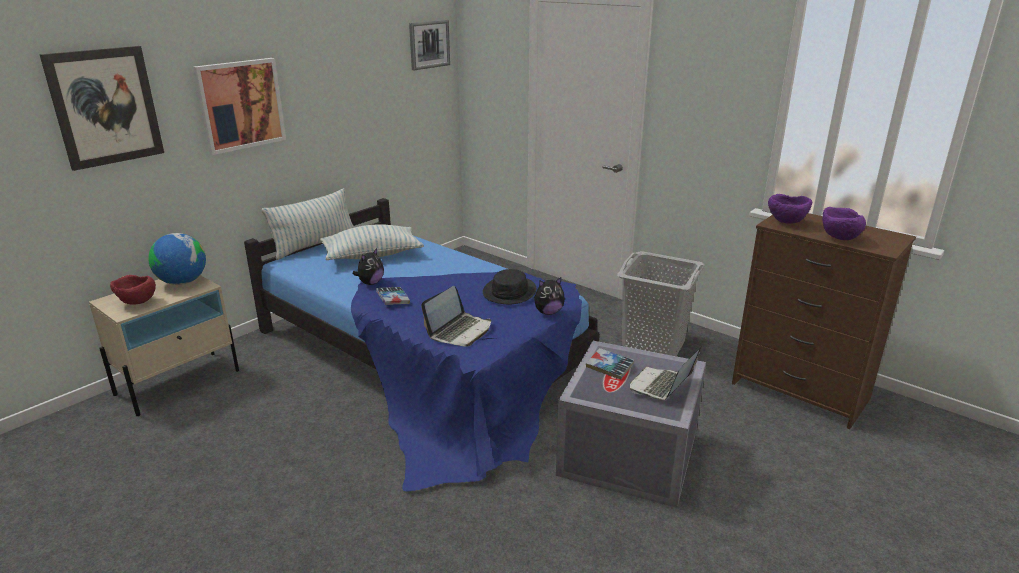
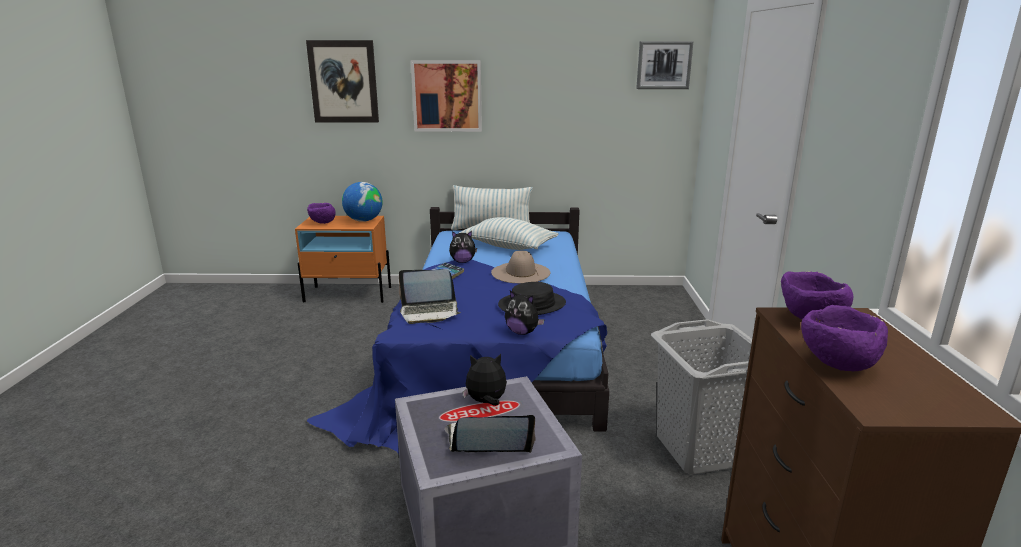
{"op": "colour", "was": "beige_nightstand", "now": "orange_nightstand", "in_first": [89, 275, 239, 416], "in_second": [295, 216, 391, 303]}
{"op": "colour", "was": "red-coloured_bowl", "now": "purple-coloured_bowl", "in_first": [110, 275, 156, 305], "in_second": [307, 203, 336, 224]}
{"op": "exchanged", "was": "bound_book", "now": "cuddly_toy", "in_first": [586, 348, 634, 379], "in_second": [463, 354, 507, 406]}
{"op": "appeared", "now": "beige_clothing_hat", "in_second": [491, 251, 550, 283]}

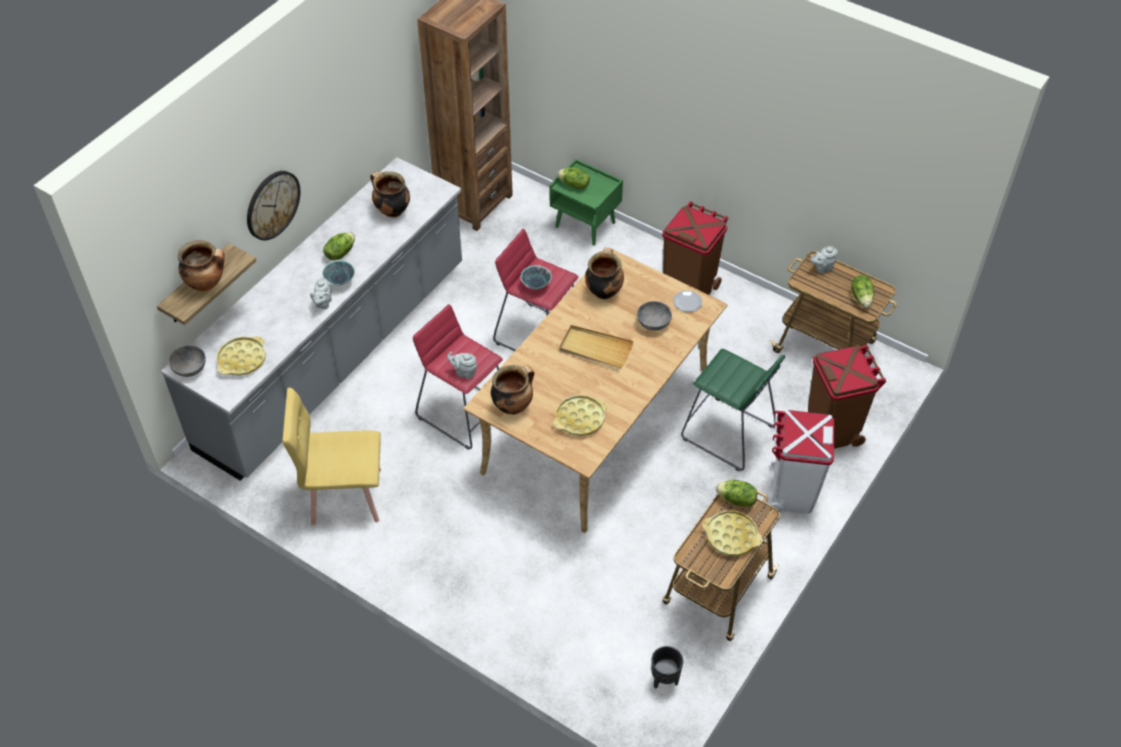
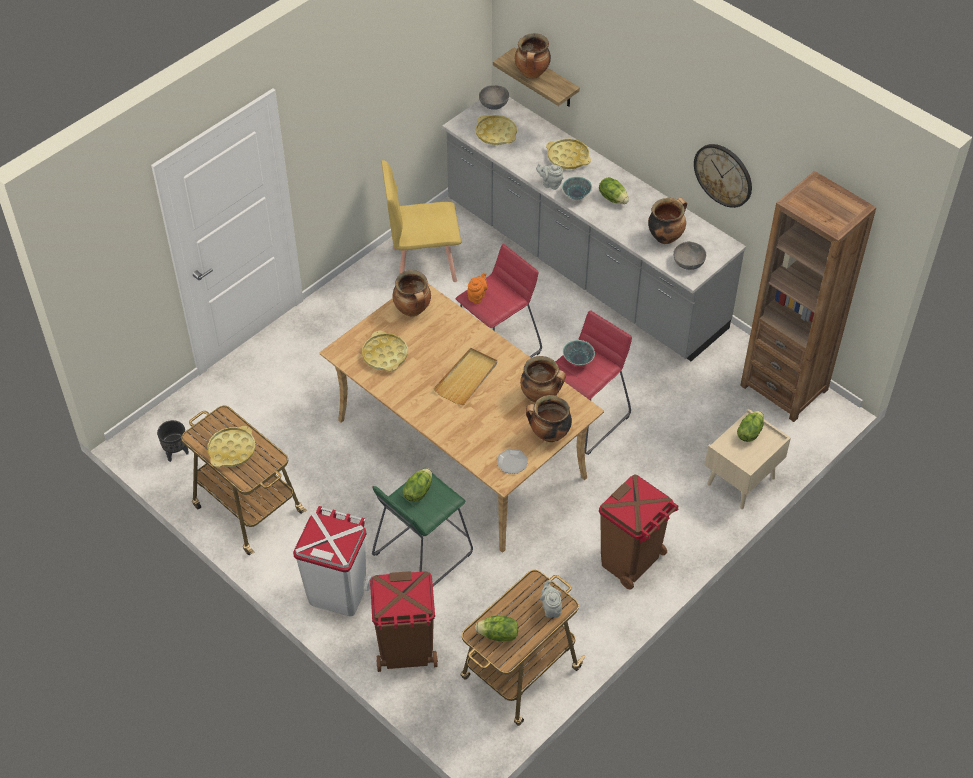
{"op": "colour", "was": "green-coloured_nightstand", "now": "beige_nightstand", "in_first": [550, 159, 623, 246], "in_second": [705, 409, 791, 509]}
{"op": "relocated", "was": "clock_on_the_wall", "in_first": [247, 171, 300, 240], "in_second": [694, 144, 752, 208]}
{"op": "relocated", "was": "greyish_bowl", "in_first": [637, 301, 672, 331], "in_second": [673, 241, 706, 270]}
{"op": "colour", "was": "greyish_pot_for_tea", "now": "orange_pot_for_tea", "in_first": [447, 352, 477, 379], "in_second": [467, 272, 488, 304]}
{"op": "spun", "was": "yellow_chair", "in_first": [282, 388, 381, 525], "in_second": [381, 160, 461, 282], "clockwise": -105}
{"op": "relocated", "was": "lettuce_head", "in_first": [716, 480, 757, 507], "in_second": [403, 468, 432, 502]}
{"op": "appeared", "now": "yellow_tray", "in_second": [546, 139, 591, 169]}
{"op": "appeared", "now": "stockpot", "in_second": [526, 395, 572, 442]}

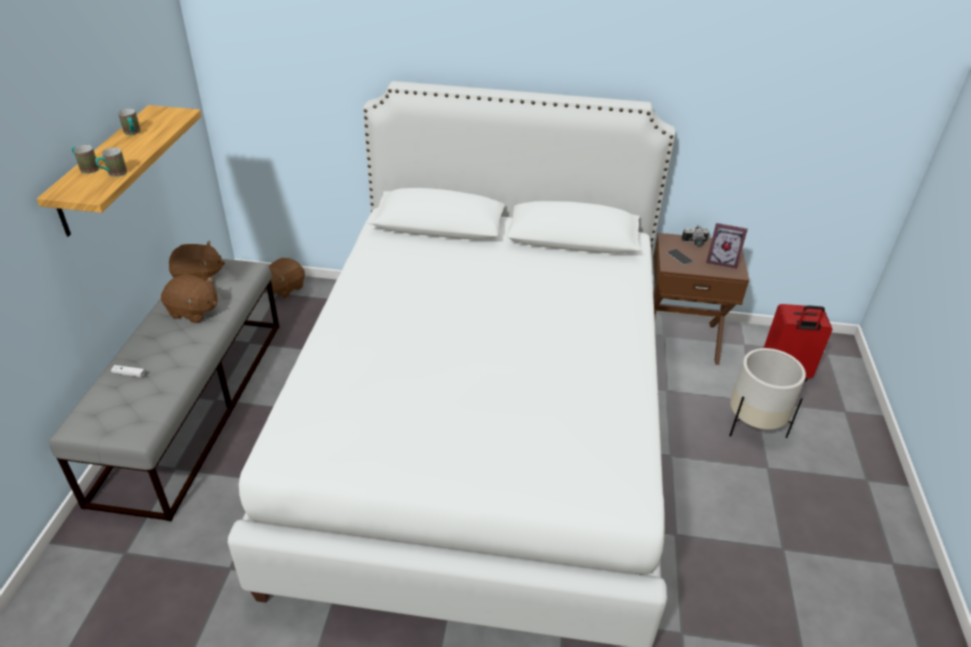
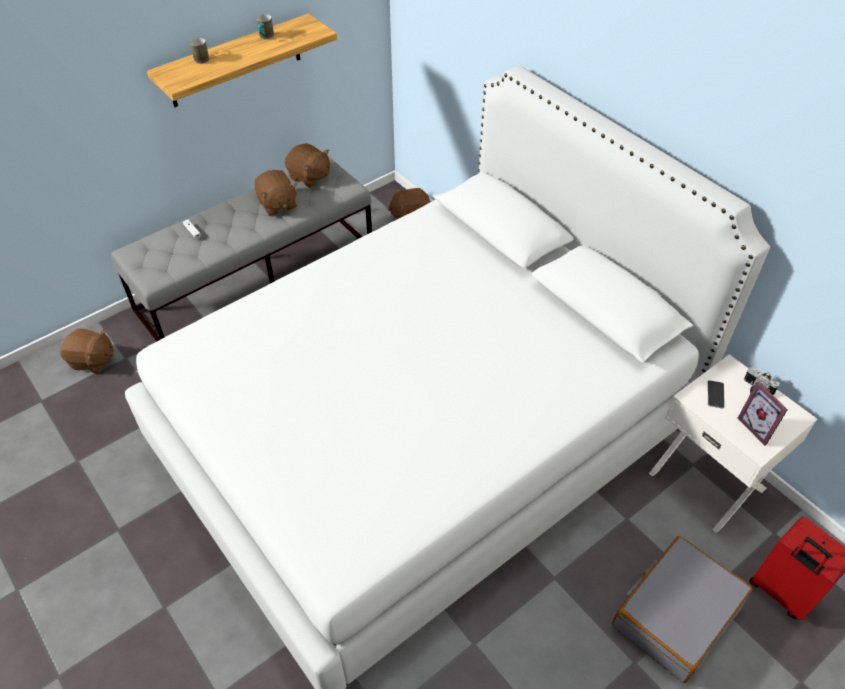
{"op": "missing", "was": "coffee_mug", "in_first": [95, 148, 127, 177]}
{"op": "colour", "was": "brown_nightstand", "now": "white-coloured_nightstand", "in_first": [653, 233, 749, 365], "in_second": [649, 354, 817, 533]}
{"op": "exchanged", "was": "white-coloured_plant_pot", "now": "greyish_travel_case", "in_first": [729, 348, 806, 438], "in_second": [612, 536, 752, 683]}
{"op": "appeared", "now": "brown_cuddly_toy", "in_second": [60, 328, 114, 373]}

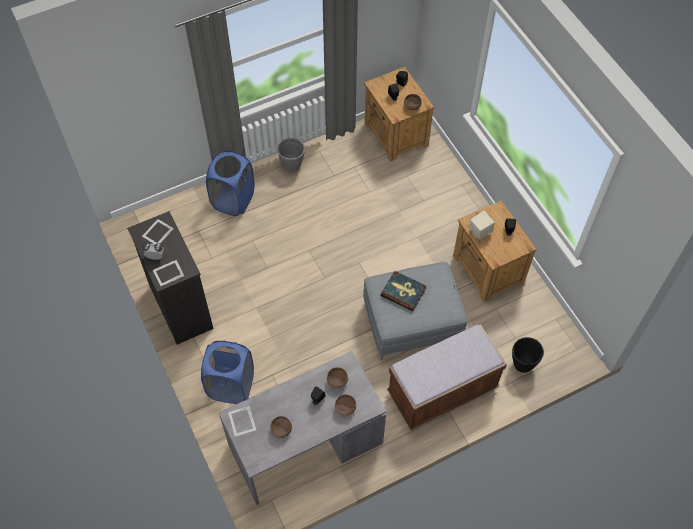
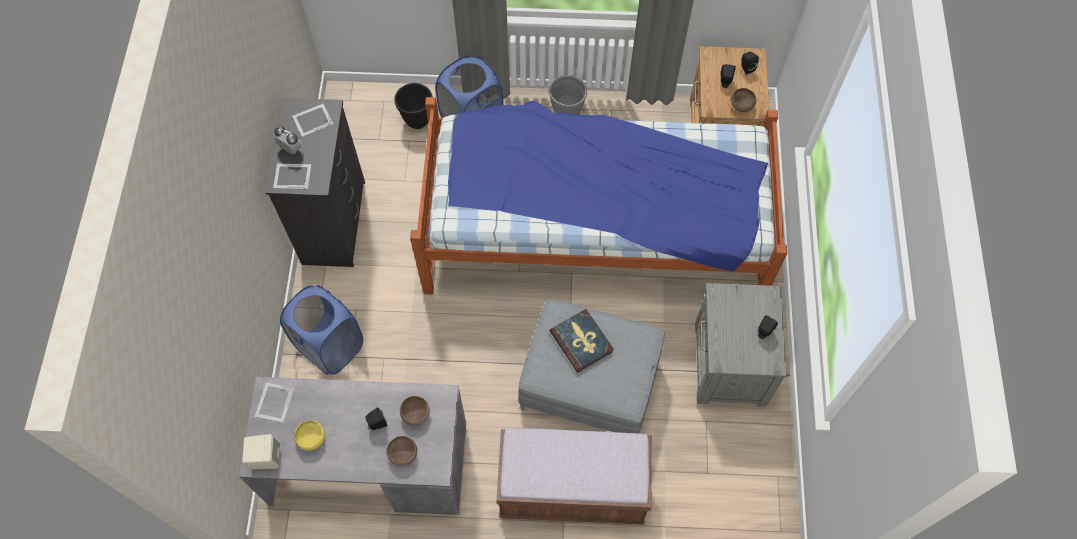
{"op": "colour", "was": "brown_nightstand", "now": "greyish_nightstand", "in_first": [453, 201, 537, 302], "in_second": [695, 283, 787, 407]}
{"op": "relocated", "was": "beige_speaker", "in_first": [470, 211, 495, 239], "in_second": [242, 434, 280, 469]}
{"op": "relocated", "was": "black_plant_pot", "in_first": [512, 337, 544, 373], "in_second": [394, 83, 432, 129]}
{"op": "colour", "was": "brown_bowl", "now": "yellow_bowl", "in_first": [270, 416, 292, 438], "in_second": [294, 420, 325, 451]}
{"op": "appeared", "now": "bed", "in_second": [410, 97, 787, 295]}

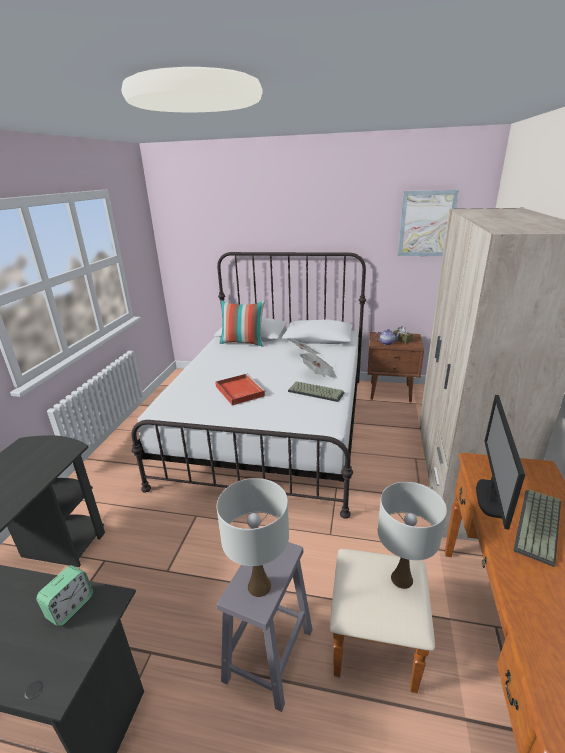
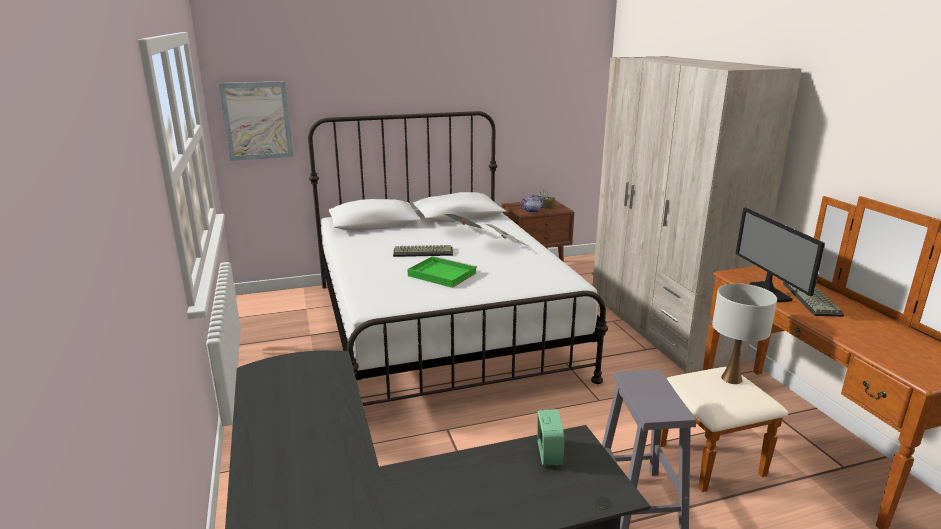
{"op": "relocated", "was": "wall_art", "in_first": [398, 190, 459, 256], "in_second": [219, 81, 293, 161]}
{"op": "missing", "was": "cushion", "in_first": [220, 300, 265, 346]}
{"op": "colour", "was": "red-coloured_tray", "now": "green-coloured_tray", "in_first": [215, 374, 266, 405], "in_second": [408, 256, 477, 288]}
{"op": "relocated", "was": "computer_keyboard", "in_first": [288, 381, 344, 402], "in_second": [393, 245, 453, 257]}
{"op": "missing", "was": "white-coloured_lamp_for_a_table", "in_first": [217, 478, 289, 597]}

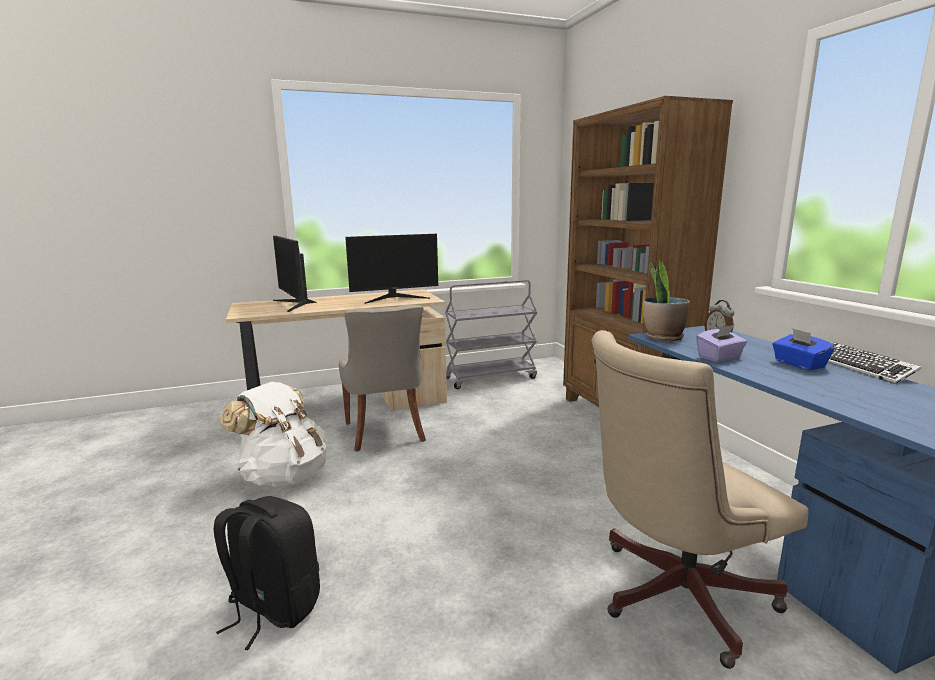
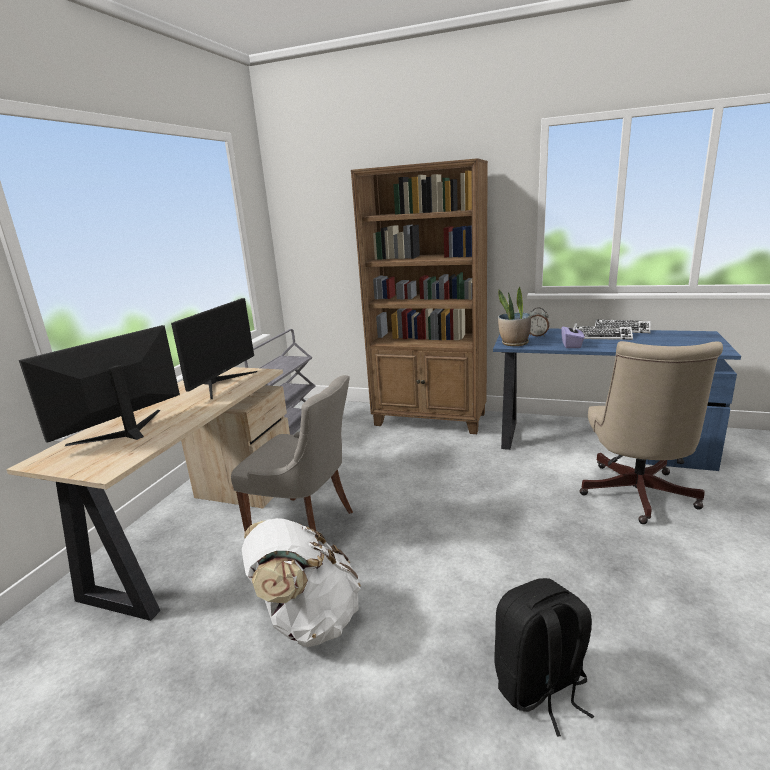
{"op": "spun", "was": "computer_screen", "in_first": [273, 236, 317, 312], "in_second": [19, 325, 180, 446], "clockwise": 120}
{"op": "exchanged", "was": "blue-coloured_tissue_holder", "now": "computer_keyboard", "in_first": [772, 328, 835, 370], "in_second": [576, 326, 633, 340]}

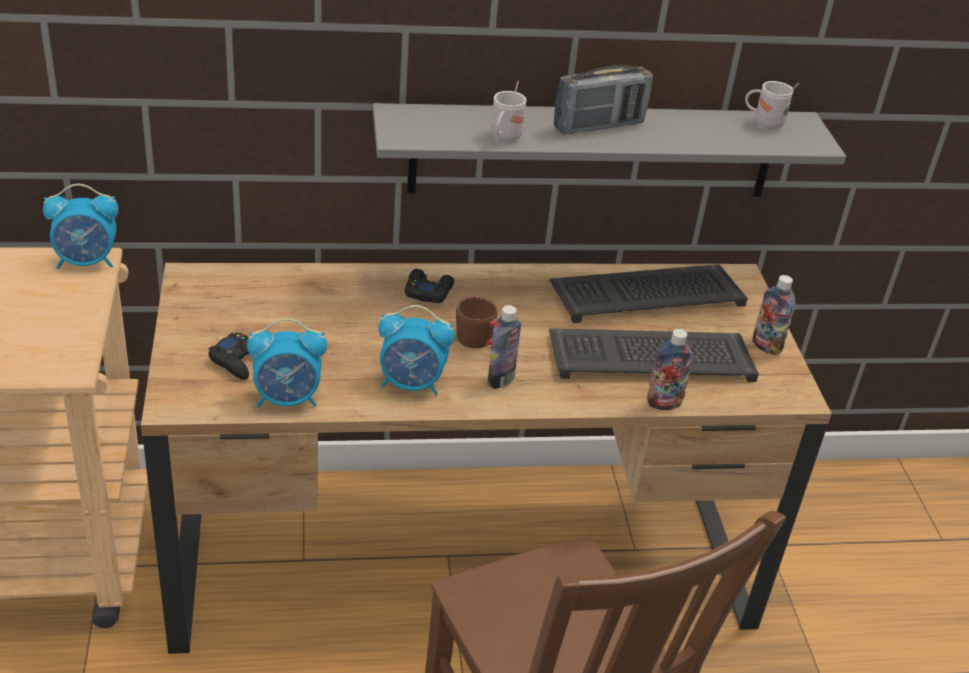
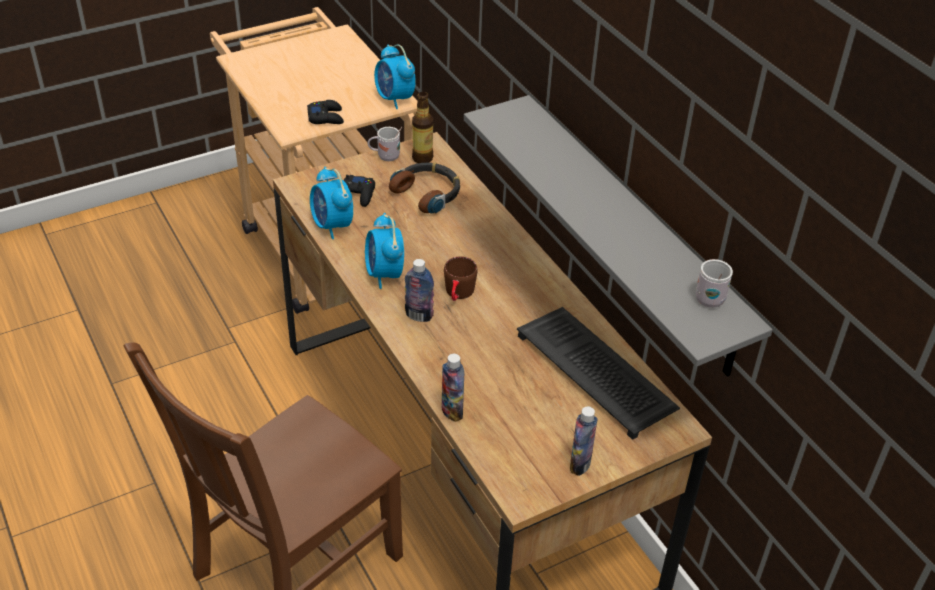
{"op": "missing", "was": "radio_receiver", "in_first": [554, 65, 653, 134]}
{"op": "relocated", "was": "white-coloured_coffee_mug", "in_first": [491, 81, 526, 141], "in_second": [368, 127, 402, 161]}
{"op": "relocated", "was": "black_joypad", "in_first": [405, 269, 454, 303], "in_second": [307, 100, 344, 124]}
{"op": "missing", "was": "computer_keyboard", "in_first": [549, 328, 759, 382]}
{"op": "appeared", "now": "drink_bottle", "in_second": [412, 92, 433, 163]}
{"op": "appeared", "now": "pair_of_headphones", "in_second": [389, 162, 460, 214]}

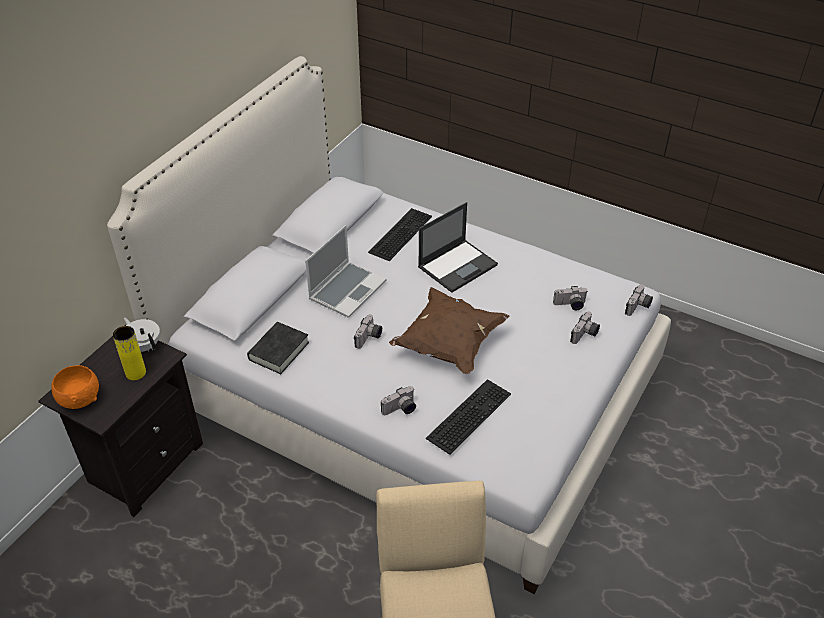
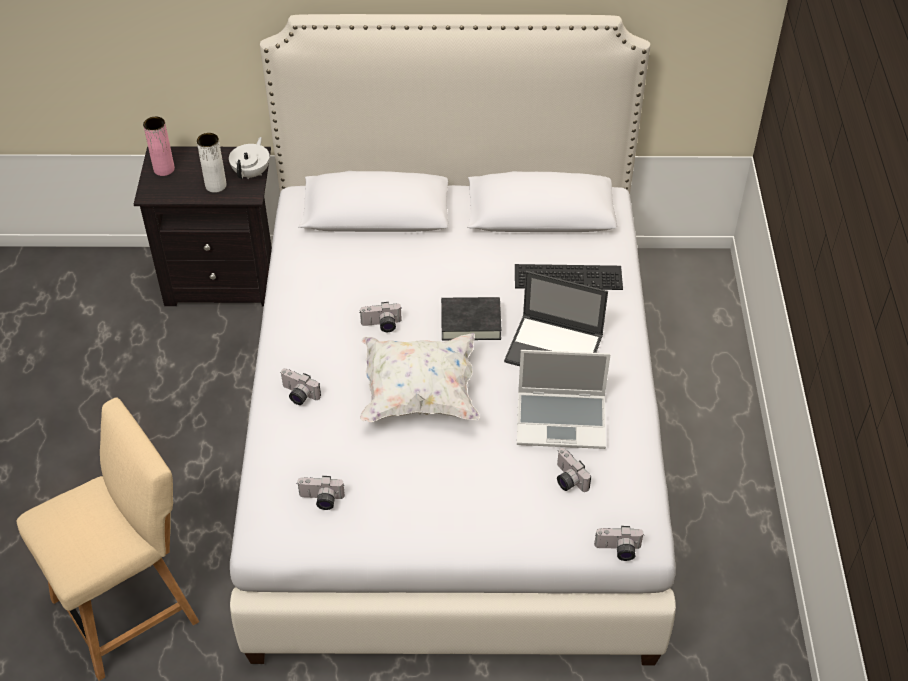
{"op": "relocated", "was": "notebook_computer", "in_first": [305, 225, 387, 318], "in_second": [517, 350, 611, 449]}
{"op": "colour", "was": "brown_cushion", "now": "white-coloured_cushion", "in_first": [389, 287, 509, 374], "in_second": [360, 333, 480, 422]}
{"op": "relocated", "was": "still_camera", "in_first": [570, 312, 600, 344], "in_second": [297, 476, 345, 510]}
{"op": "relocated", "was": "black_bound_book", "in_first": [247, 322, 309, 374], "in_second": [441, 297, 502, 340]}
{"op": "colour", "was": "yellow_flower_vase", "now": "white-coloured_flower_vase", "in_first": [113, 326, 146, 380], "in_second": [197, 133, 227, 193]}
{"op": "exchanged", "was": "orange_bowl", "now": "pink-coloured_flower_vase", "in_first": [51, 365, 99, 409], "in_second": [143, 117, 175, 176]}
{"op": "missing", "was": "computer_keyboard", "in_first": [426, 379, 511, 455]}

